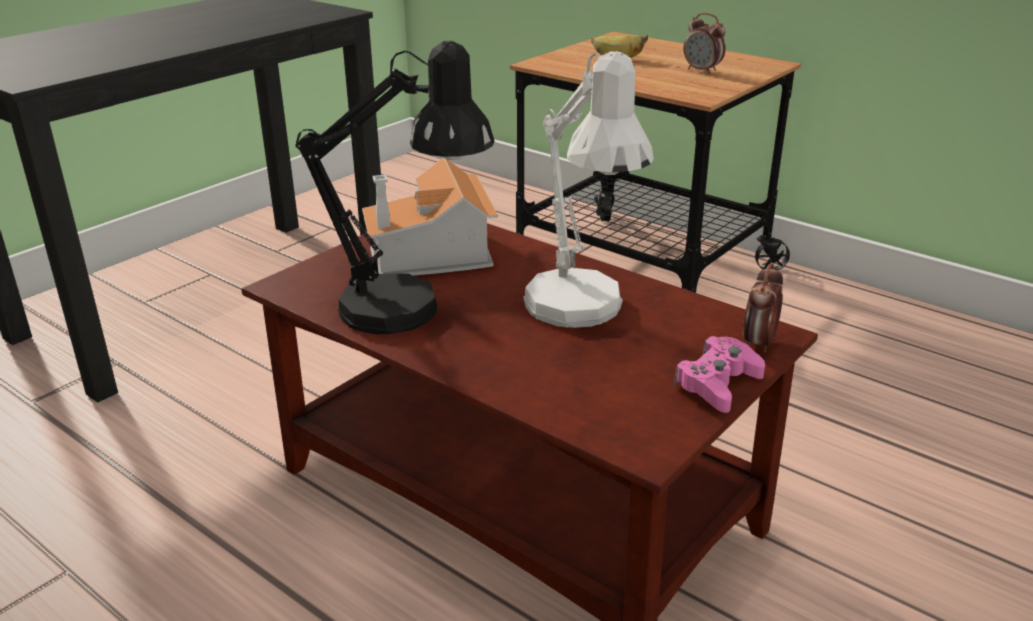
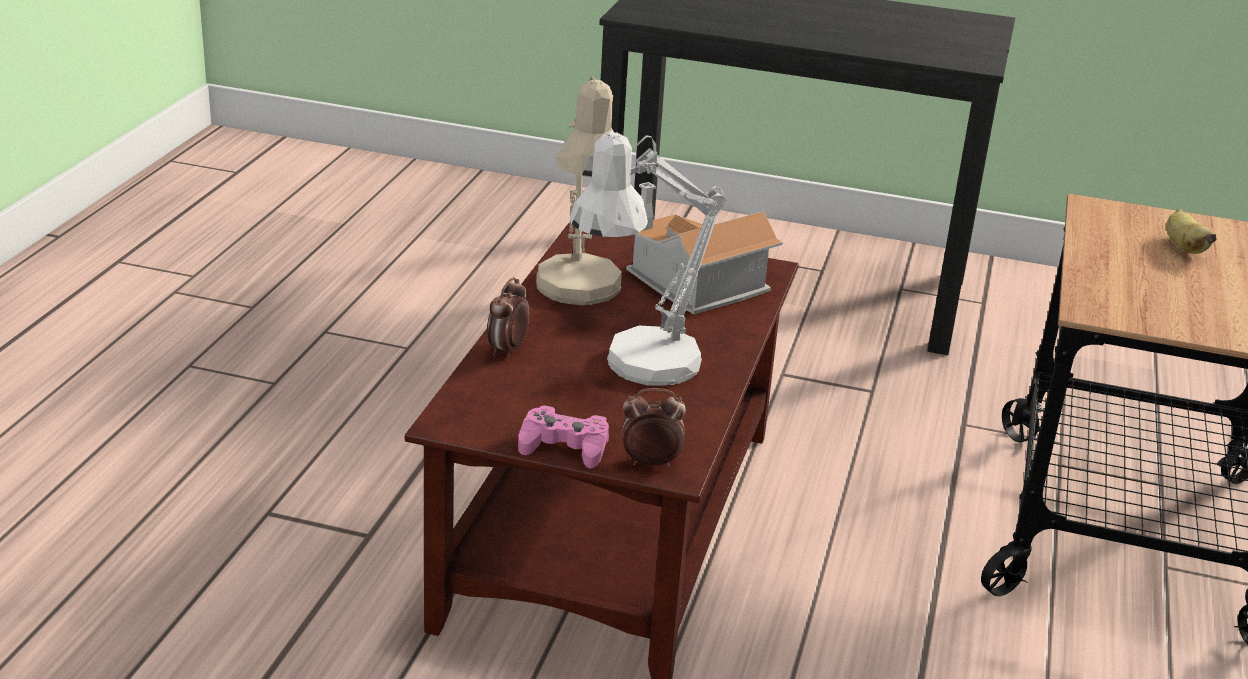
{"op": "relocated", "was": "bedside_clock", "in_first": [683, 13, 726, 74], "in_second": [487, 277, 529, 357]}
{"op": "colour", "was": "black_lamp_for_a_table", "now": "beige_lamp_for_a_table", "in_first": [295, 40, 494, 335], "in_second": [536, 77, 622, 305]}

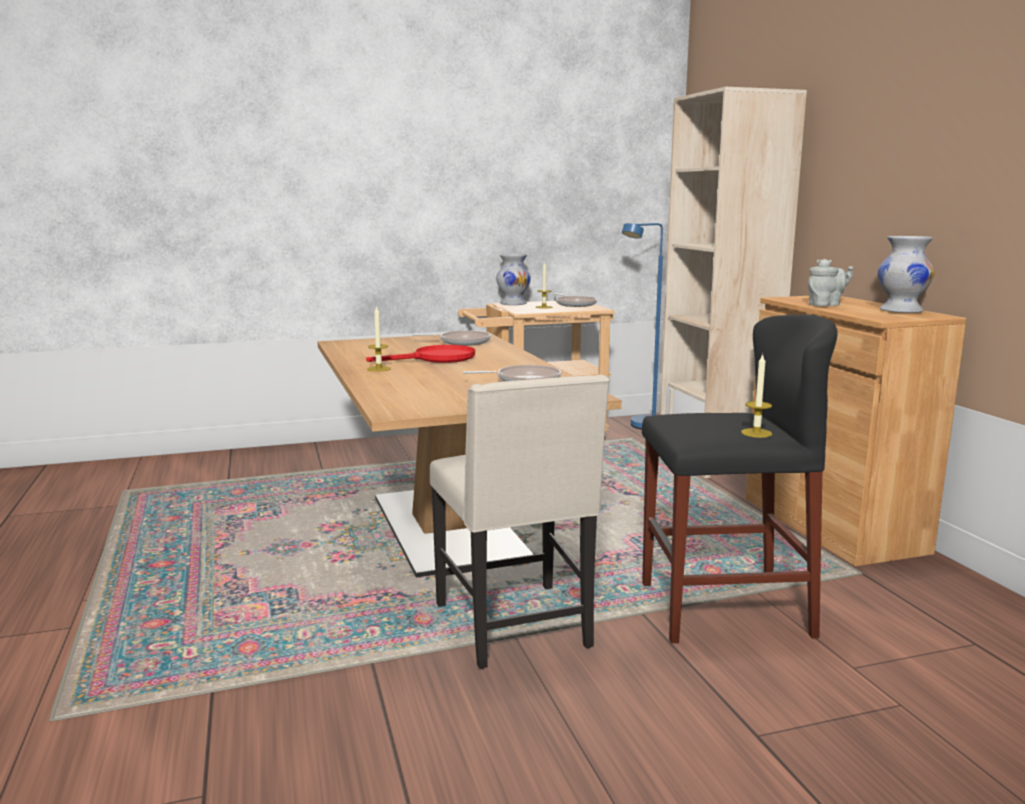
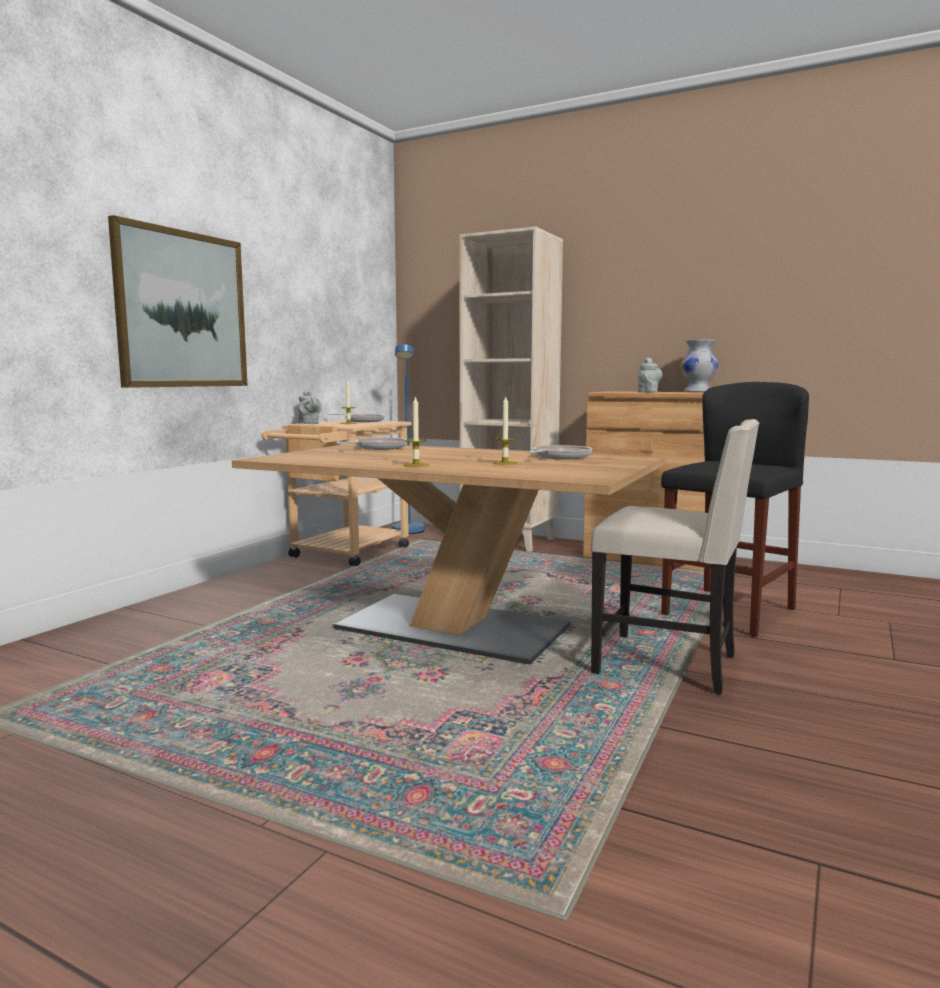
{"op": "exchanged", "was": "white-coloured_flower_vase", "now": "greyish_pot_for_tea", "in_first": [496, 254, 531, 305], "in_second": [298, 390, 322, 424]}
{"op": "missing", "was": "red-coloured_pan", "in_first": [366, 345, 475, 363]}
{"op": "relocated", "was": "wax_light", "in_first": [741, 354, 772, 438], "in_second": [493, 396, 518, 465]}
{"op": "appeared", "now": "wall_art", "in_second": [108, 215, 247, 388]}

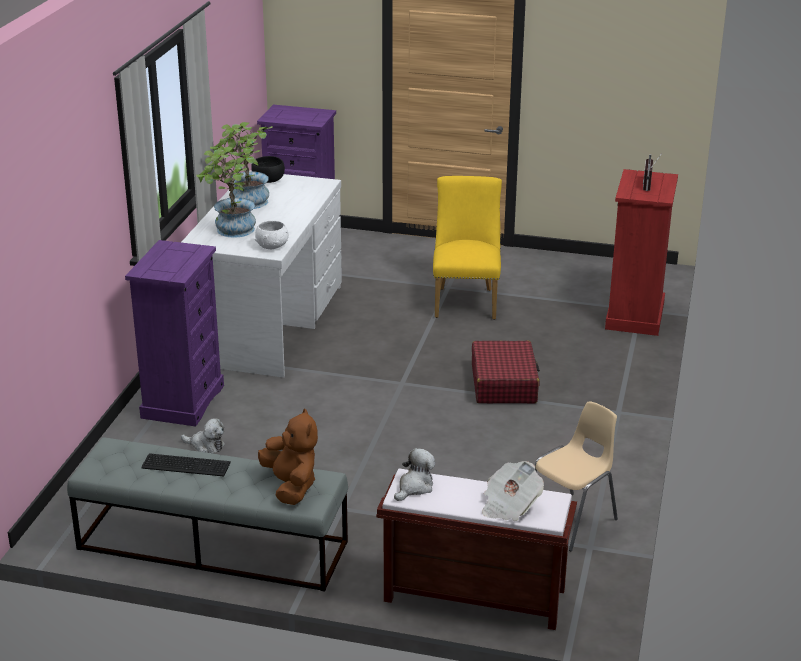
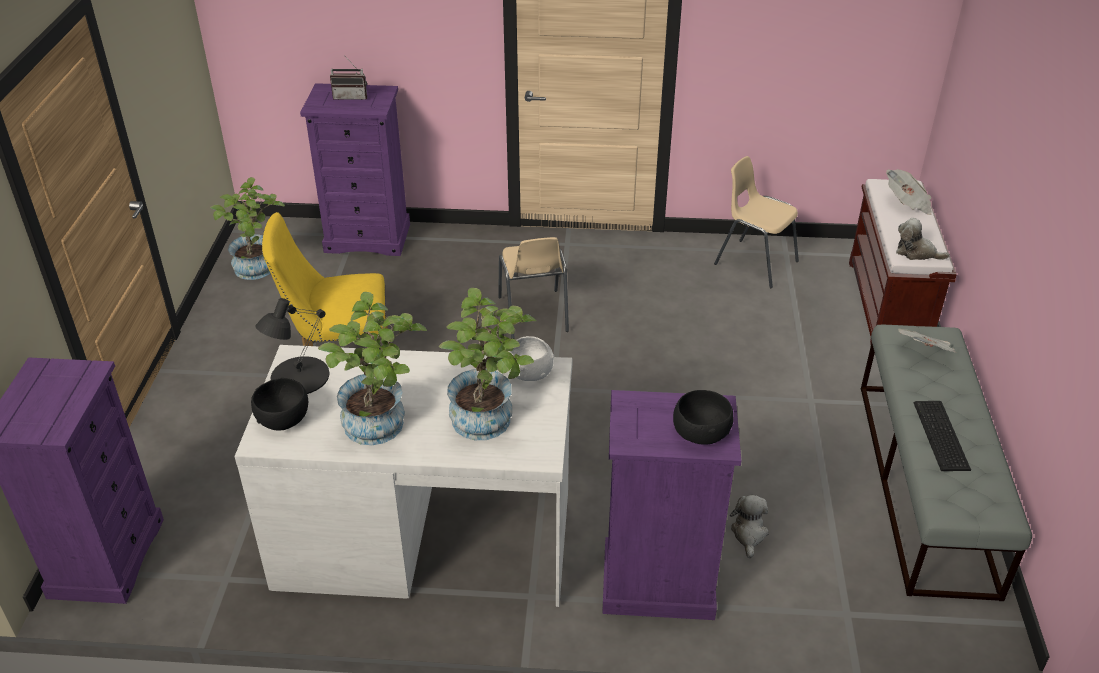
{"op": "colour", "was": "red-coloured_drawer_chest", "now": "purple-coloured_drawer_chest", "in_first": [605, 169, 678, 336], "in_second": [300, 83, 410, 256]}
{"op": "exchanged", "was": "red-coloured_travel_case", "now": "beige_chair", "in_first": [472, 341, 540, 403], "in_second": [498, 237, 569, 339]}
{"op": "exchanged", "was": "brown_cuddly_toy", "now": "printed_paper", "in_first": [258, 408, 318, 505], "in_second": [898, 329, 956, 353]}
{"op": "appeared", "now": "potted_plant", "in_second": [210, 177, 285, 280]}
{"op": "appeared", "now": "black_lamp_for_a_table", "in_second": [255, 298, 329, 394]}
{"op": "appeared", "now": "black_bowl", "in_second": [673, 390, 733, 445]}

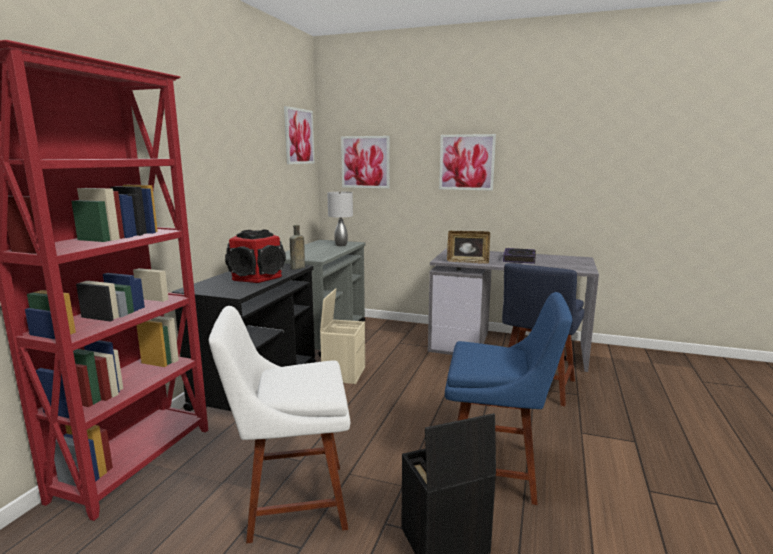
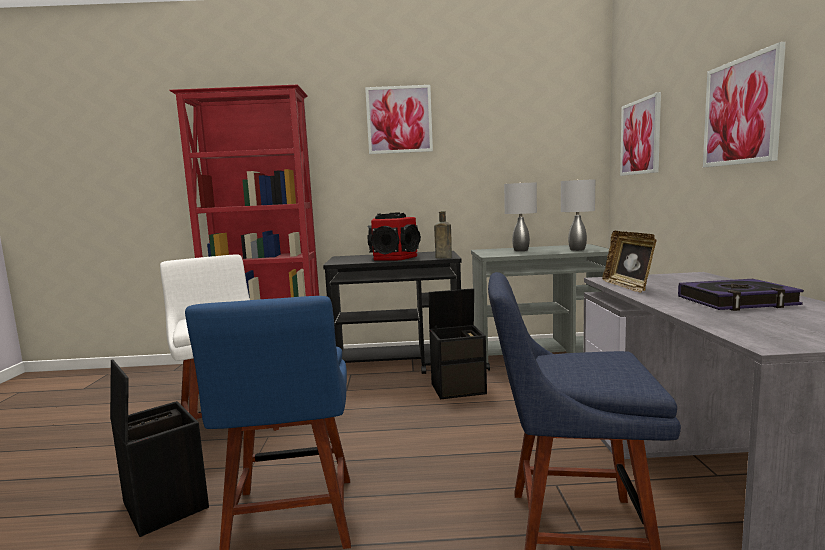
{"op": "relocated", "was": "wall_art", "in_first": [284, 106, 315, 164], "in_second": [365, 85, 433, 154]}
{"op": "colour", "was": "beige_storage_container", "now": "black_storage_container", "in_first": [320, 288, 365, 384], "in_second": [429, 288, 487, 399]}
{"op": "appeared", "now": "greyish_lamp_for_a_table", "in_second": [504, 182, 537, 251]}

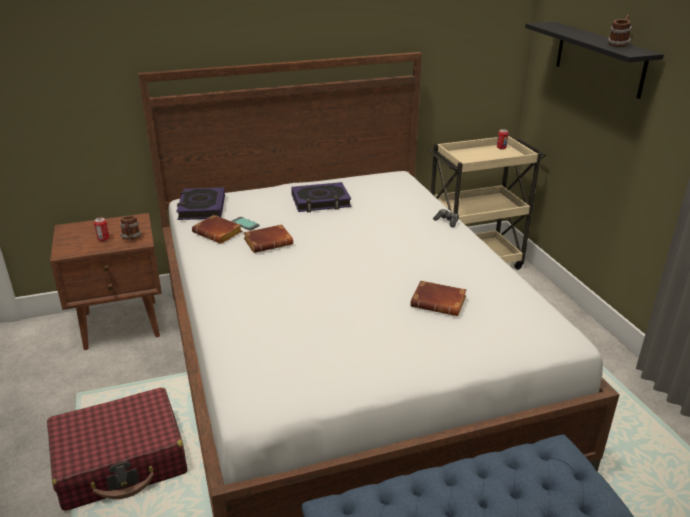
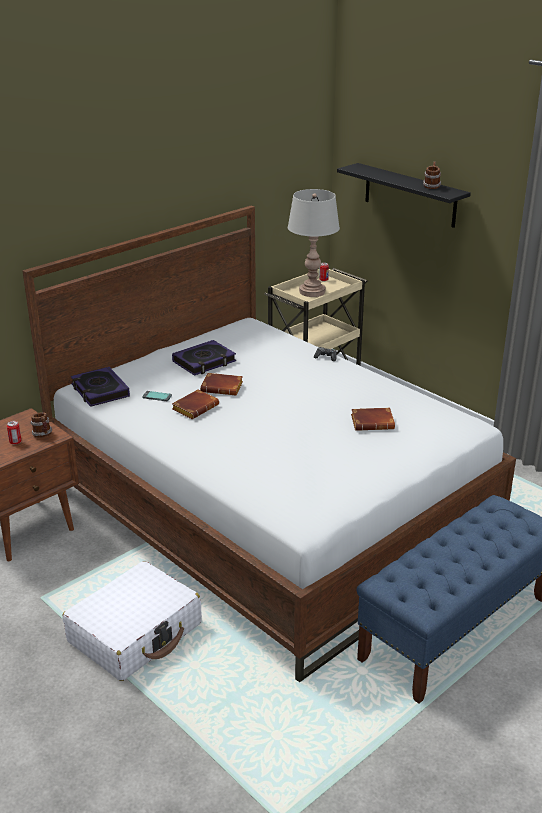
{"op": "relocated", "was": "brown_bound_book", "in_first": [192, 215, 242, 244], "in_second": [200, 373, 243, 395]}
{"op": "colour", "was": "red-coloured_travel_case", "now": "white-coloured_travel_case", "in_first": [47, 387, 187, 511], "in_second": [62, 561, 202, 681]}
{"op": "appeared", "now": "greyish_lamp_for_a_table", "in_second": [288, 189, 340, 297]}

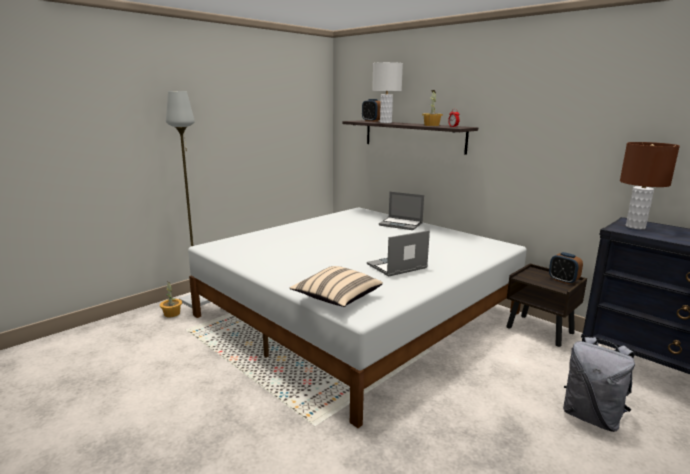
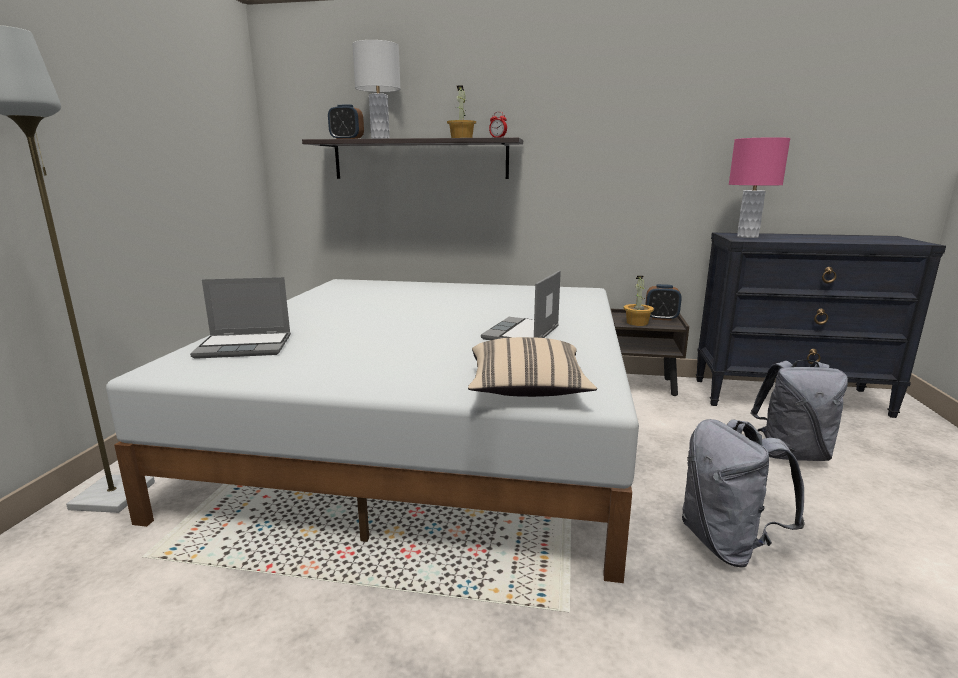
{"op": "colour", "was": "brown_lamp_for_a_table", "now": "pink-coloured_lamp_for_a_table", "in_first": [620, 142, 680, 229], "in_second": [729, 137, 790, 238]}
{"op": "relocated", "was": "notebook_computer", "in_first": [379, 192, 424, 230], "in_second": [190, 277, 291, 359]}
{"op": "relocated", "was": "potted_plant", "in_first": [160, 282, 182, 317], "in_second": [624, 276, 654, 326]}
{"op": "appeared", "now": "greyish_rucksack", "in_second": [682, 419, 805, 567]}

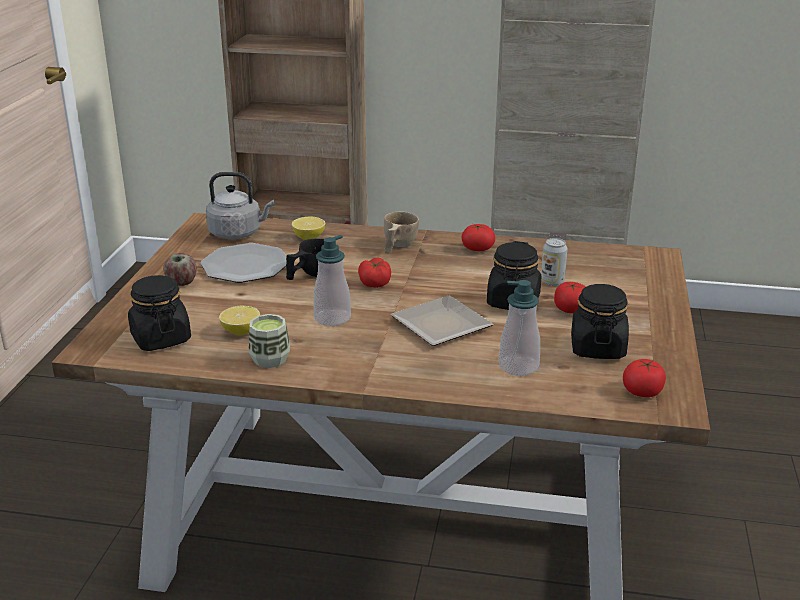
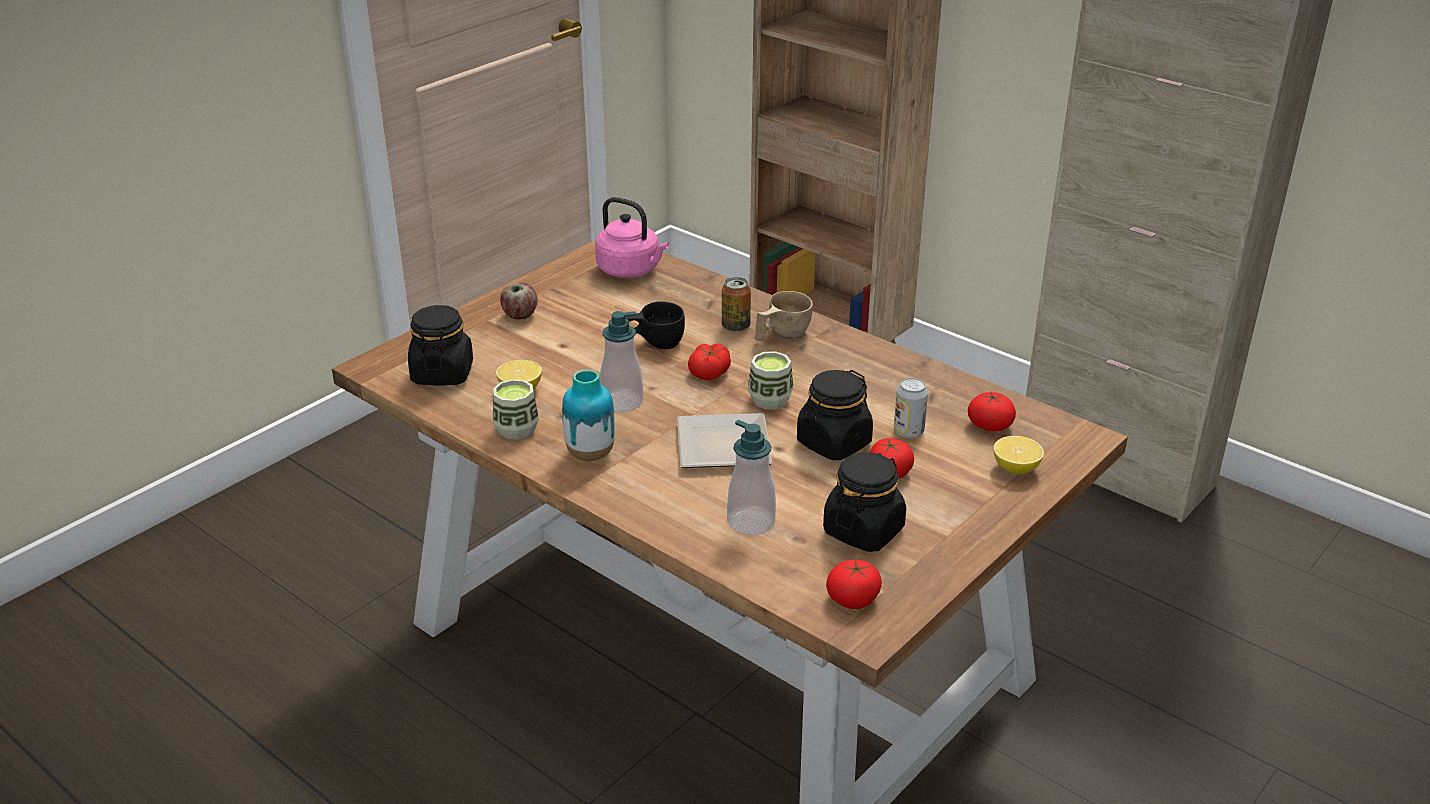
{"op": "colour", "was": "greyish_kettle", "now": "pink-coloured_kettle", "in_first": [206, 172, 274, 239], "in_second": [595, 197, 669, 278]}
{"op": "relocated", "was": "citrus_fruit", "in_first": [292, 217, 325, 240], "in_second": [993, 436, 1044, 474]}
{"op": "relocated", "was": "fresh_tomato", "in_first": [461, 224, 495, 251], "in_second": [968, 391, 1016, 431]}
{"op": "missing", "was": "dinner_plate", "in_first": [200, 243, 287, 283]}
{"op": "appeared", "now": "sealed_can", "in_second": [722, 277, 751, 332]}
{"op": "appeared", "now": "small_cup", "in_second": [748, 352, 794, 410]}
{"op": "appeared", "now": "flower_vase", "in_second": [562, 369, 615, 461]}

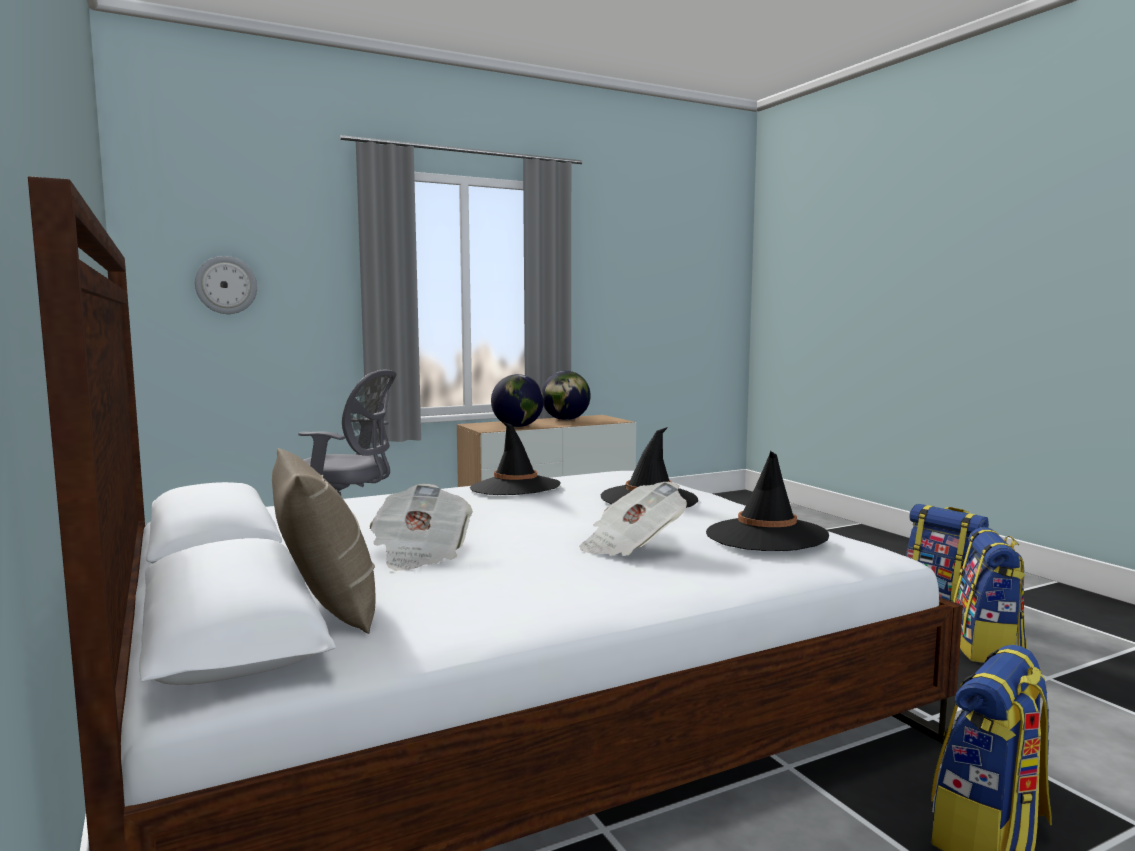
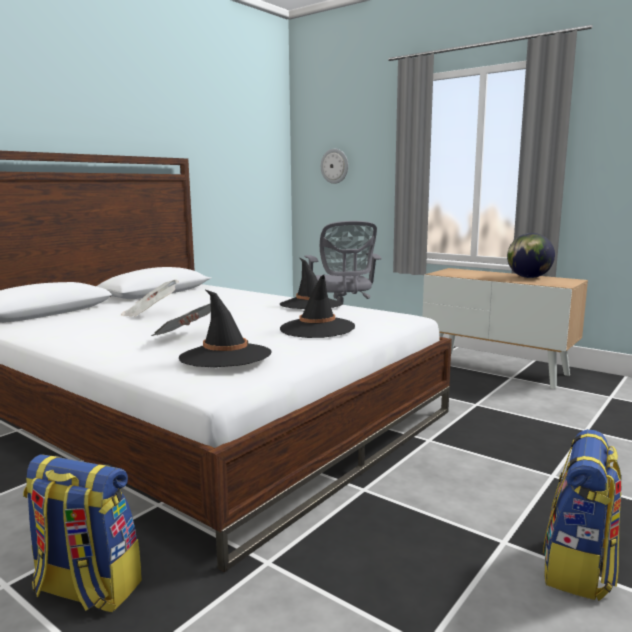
{"op": "missing", "was": "world_globe", "in_first": [491, 374, 544, 427]}
{"op": "missing", "was": "beige_cushion", "in_first": [272, 448, 376, 634]}
{"op": "missing", "was": "rucksack", "in_first": [953, 527, 1027, 663]}

